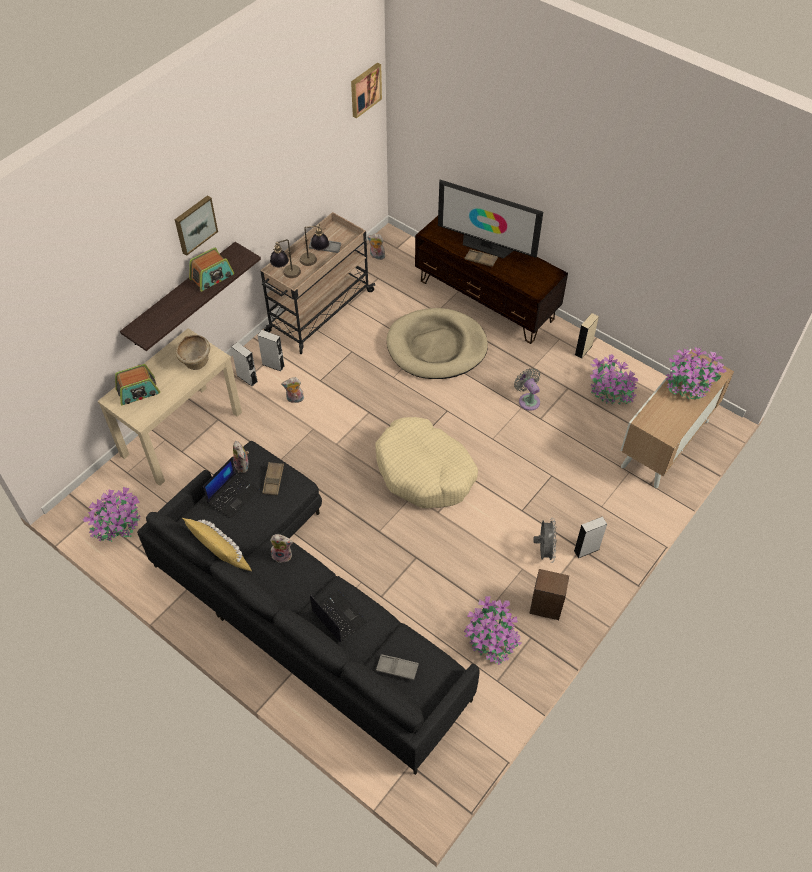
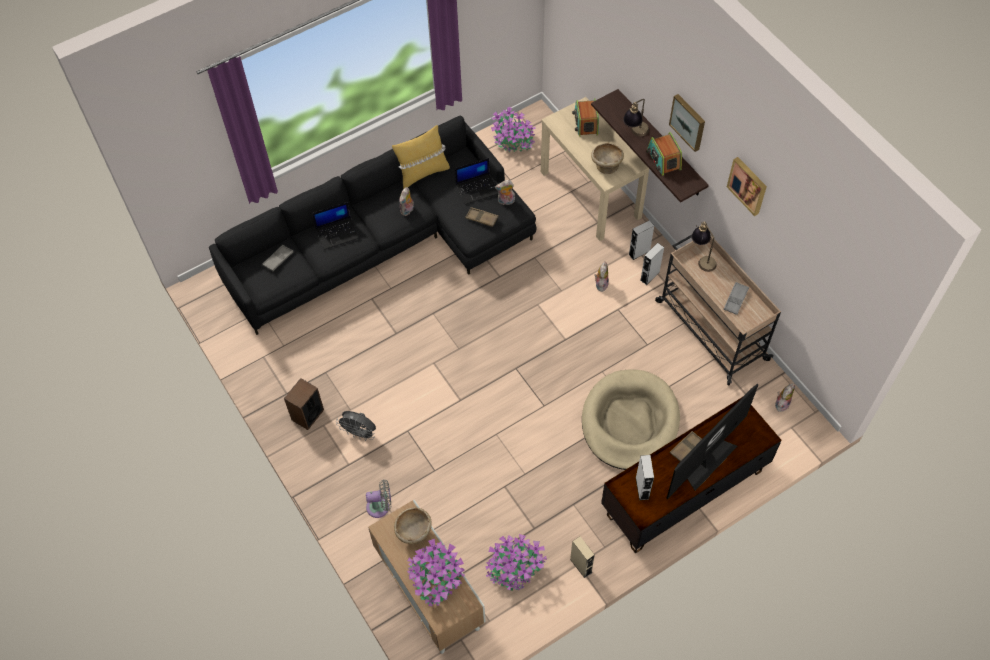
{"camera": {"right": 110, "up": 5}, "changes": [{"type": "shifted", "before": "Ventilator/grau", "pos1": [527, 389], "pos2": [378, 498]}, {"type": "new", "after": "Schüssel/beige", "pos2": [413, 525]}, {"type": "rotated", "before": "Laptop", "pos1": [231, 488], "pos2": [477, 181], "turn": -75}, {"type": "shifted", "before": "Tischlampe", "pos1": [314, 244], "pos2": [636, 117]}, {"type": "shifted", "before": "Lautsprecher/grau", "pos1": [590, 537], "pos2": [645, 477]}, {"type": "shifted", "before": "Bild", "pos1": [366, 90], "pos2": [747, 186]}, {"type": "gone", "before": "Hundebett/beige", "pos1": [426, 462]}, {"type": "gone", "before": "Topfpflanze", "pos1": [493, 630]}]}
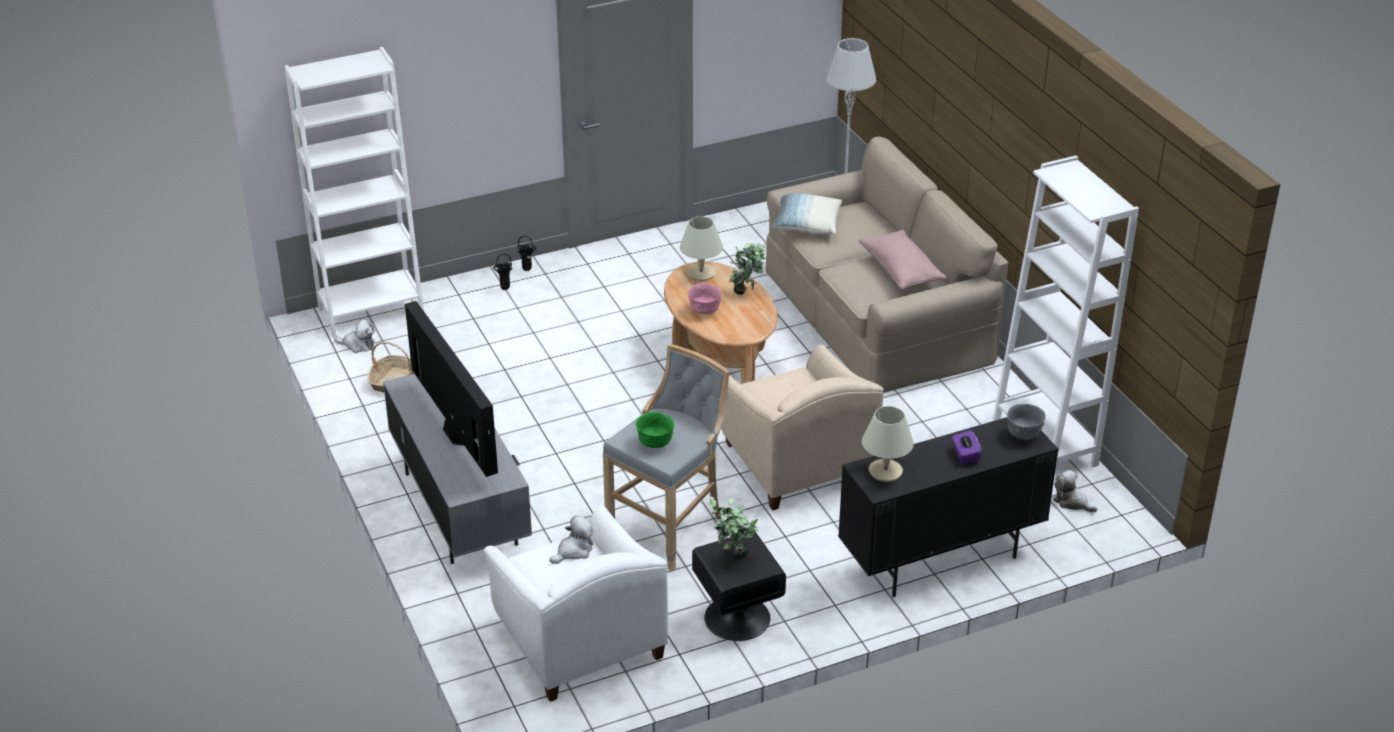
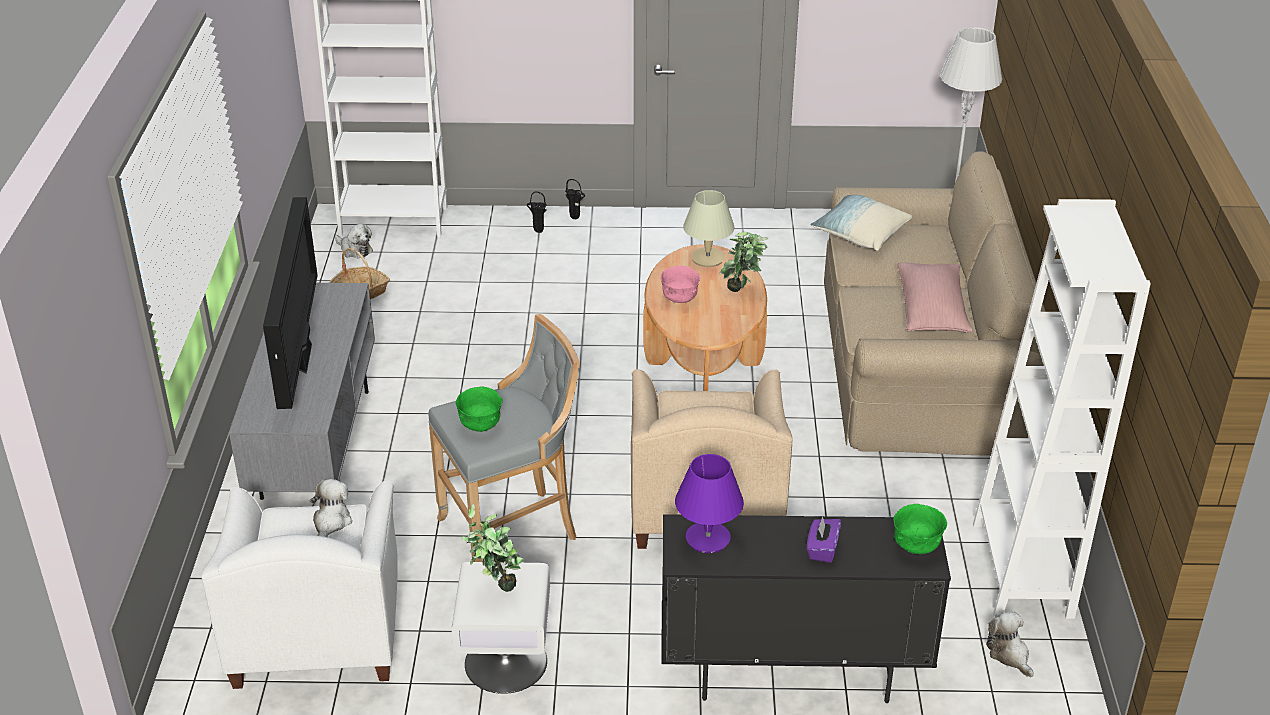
{"camera": {"right": 25, "up": 0}, "changes": [{"type": "rotated", "before": "Plüschtier", "pos1": [571, 539], "pos2": [331, 508], "turn": -60}, {"type": "repainted", "before": "Nachttisch/schwarz", "after": "Nachttisch/weiß", "pos1": [739, 586], "pos2": [501, 628]}, {"type": "repainted", "before": "Tischlampe/beige", "after": "Tischlampe/lila", "pos1": [888, 444], "pos2": [709, 503]}, {"type": "repainted", "before": "Schüssel/grau", "after": "Schüssel/grün", "pos1": [1026, 422], "pos2": [920, 529]}]}
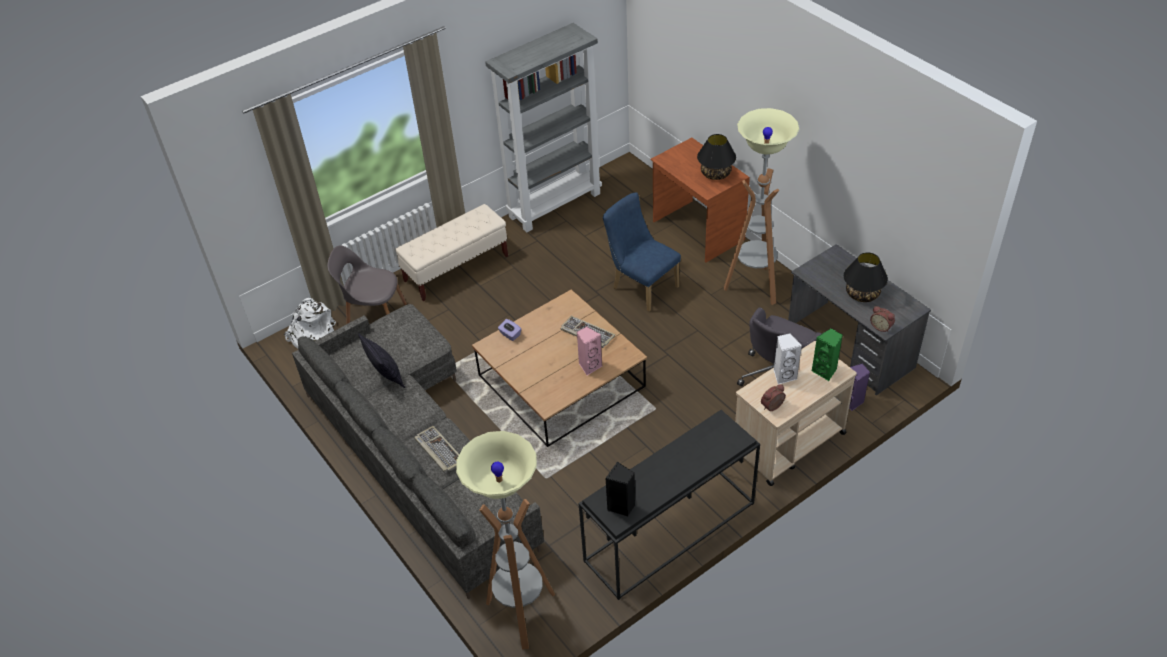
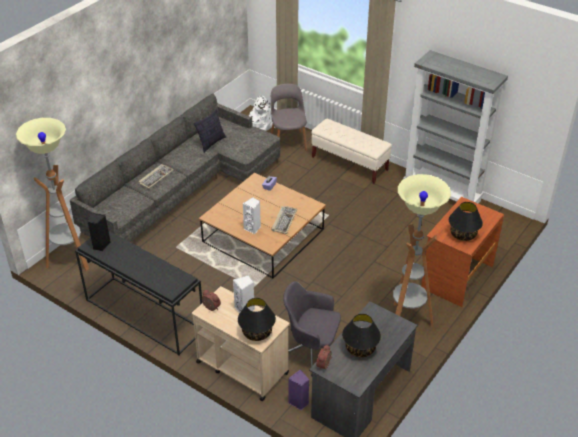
{"camera": {"right": 70, "up": -5}, "changes": [{"type": "swapped", "before": "Lautsprecher/grün", "after": "Tischlampe/schwarz", "pos1": [827, 354], "pos2": [257, 319]}, {"type": "repainted", "before": "Lautsprecher/rosa", "after": "Lautsprecher/weiß", "pos1": [589, 351], "pos2": [251, 215]}, {"type": "gone", "before": "Stuhl/blau", "pos1": [642, 251]}]}
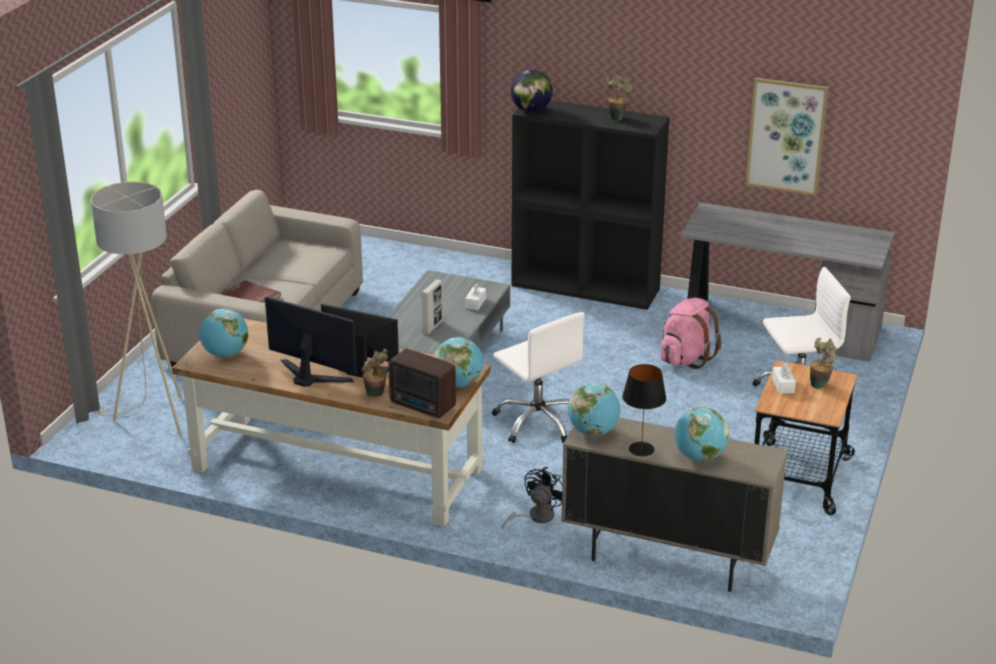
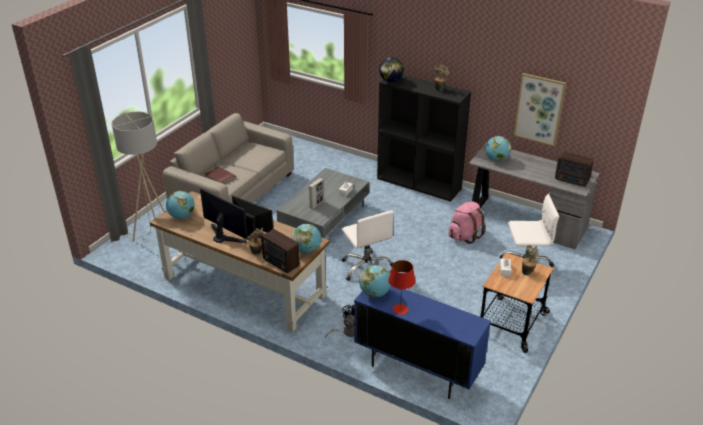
{"camera": {"right": 10, "up": 5}, "changes": [{"type": "repainted", "before": "Schrank/beige", "after": "Schrank/blau", "pos1": [674, 504], "pos2": [422, 342]}, {"type": "repainted", "before": "Tischlampe/schwarz", "after": "Tischlampe/rot", "pos1": [644, 410], "pos2": [402, 287]}, {"type": "shifted", "before": "Globus", "pos1": [701, 434], "pos2": [498, 148]}, {"type": "new", "after": "Radio", "pos2": [574, 169]}]}
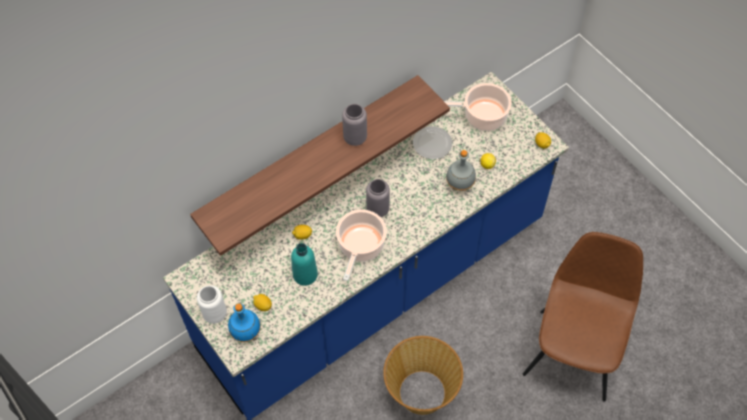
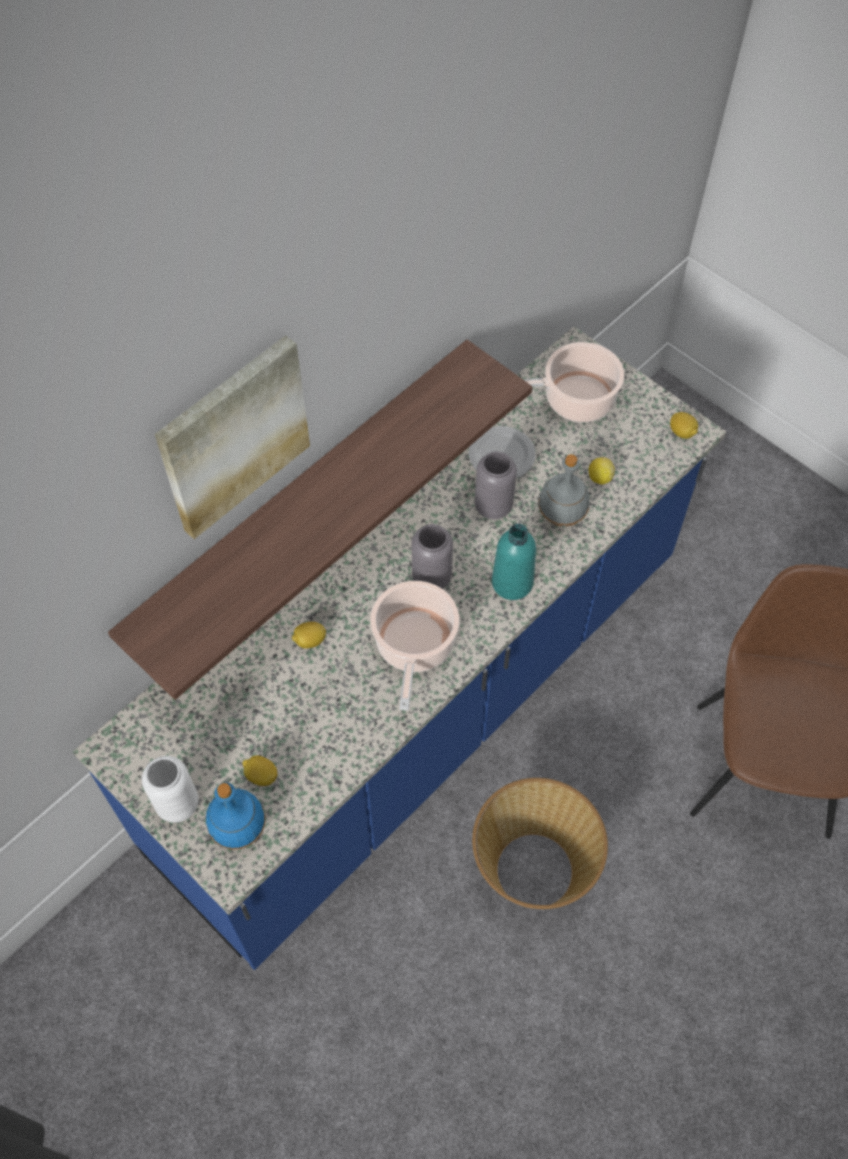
{"camera": {"right": -10, "up": 0}, "changes": [{"type": "new", "after": "Bild", "pos2": [232, 437]}, {"type": "shifted", "before": "Vase/grau", "pos1": [354, 125], "pos2": [496, 485]}, {"type": "shifted", "before": "Flasche/türkis", "pos1": [304, 264], "pos2": [514, 562]}]}
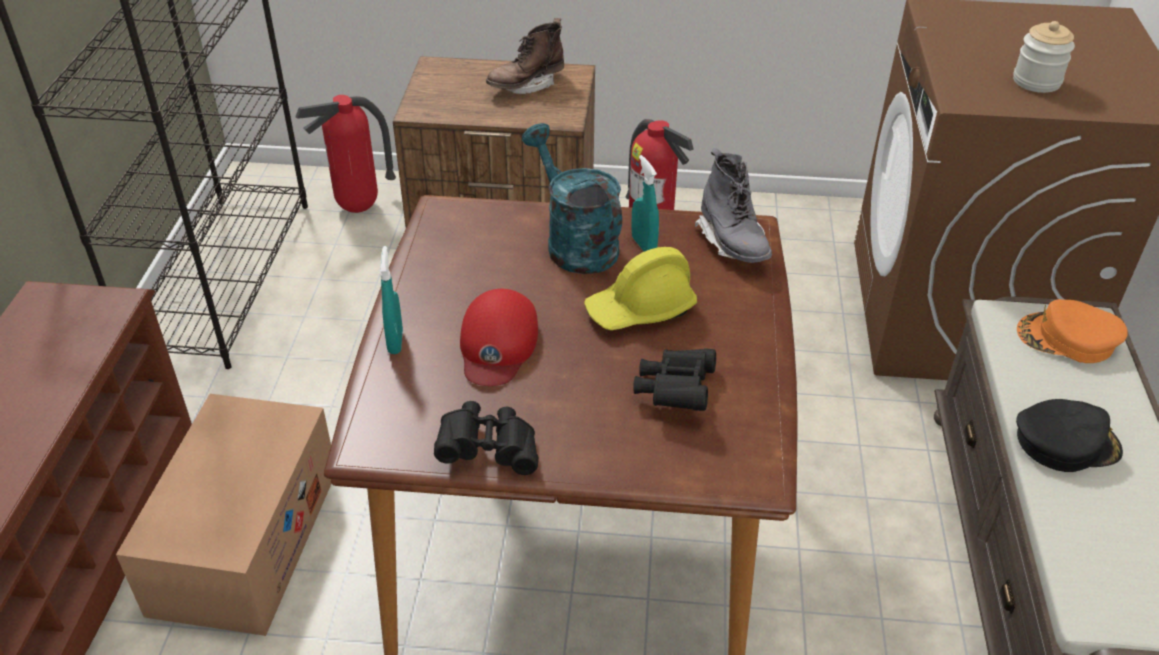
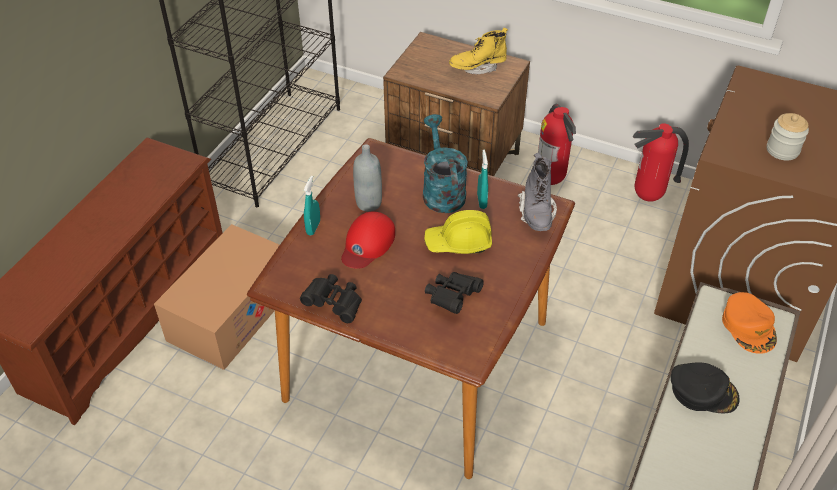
{"camera": {"right": 20, "up": 5}, "changes": [{"type": "new", "after": "Flasche/grau", "pos2": [367, 177]}, {"type": "repainted", "before": "Stiefel/braun", "after": "Stiefel/gelb", "pos1": [525, 56], "pos2": [478, 51]}, {"type": "shifted", "before": "Feuerlöscher", "pos1": [345, 154], "pos2": [660, 162]}, {"type": "rotated", "before": "Kappe/orange", "pos1": [1072, 331], "pos2": [749, 323], "turn": -135}]}
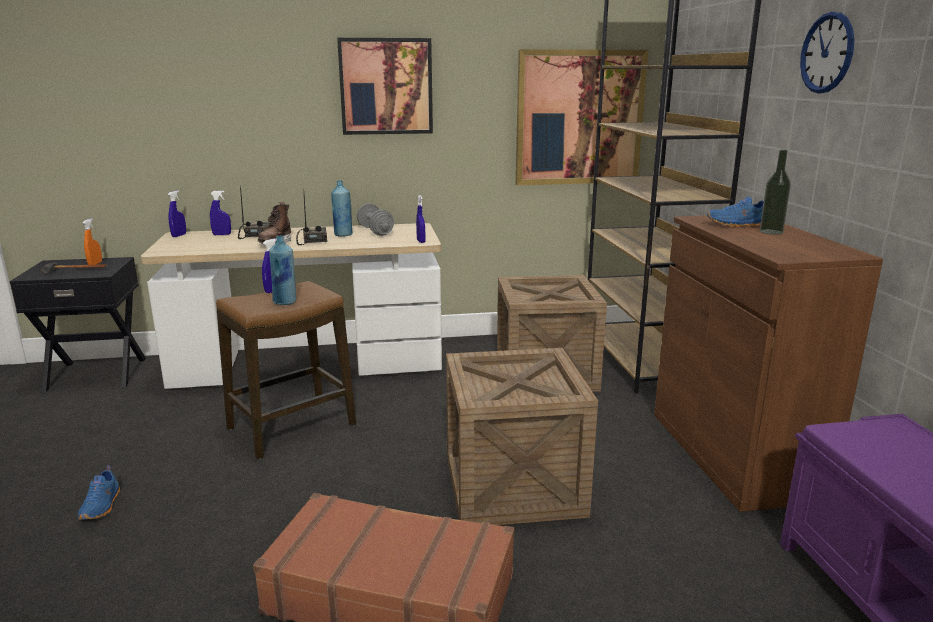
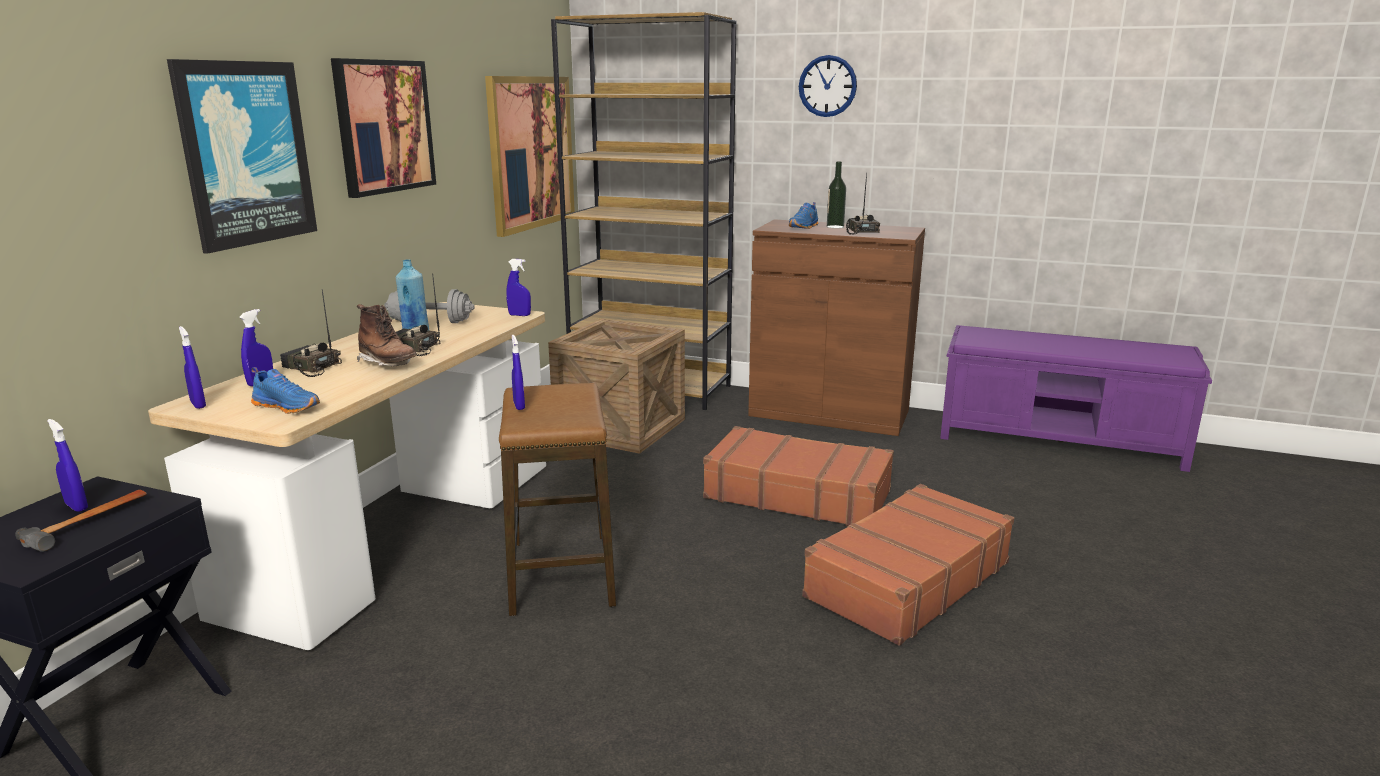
{"camera": {"right": -60, "up": 0}, "changes": [{"type": "repainted", "before": "Sprühflasche/orange", "after": "Sprühflasche/blau", "pos1": [92, 241], "pos2": [67, 465]}, {"type": "new", "after": "Bild", "pos2": [242, 156]}, {"type": "shifted", "before": "Schuh/blau", "pos1": [99, 492], "pos2": [285, 390]}, {"type": "swapped", "before": "Kiste", "after": "Koffer/braun", "pos1": [522, 436], "pos2": [798, 476]}, {"type": "new", "after": "Radio", "pos2": [863, 204]}, {"type": "gone", "before": "Flasche/blau", "pos1": [282, 270]}]}
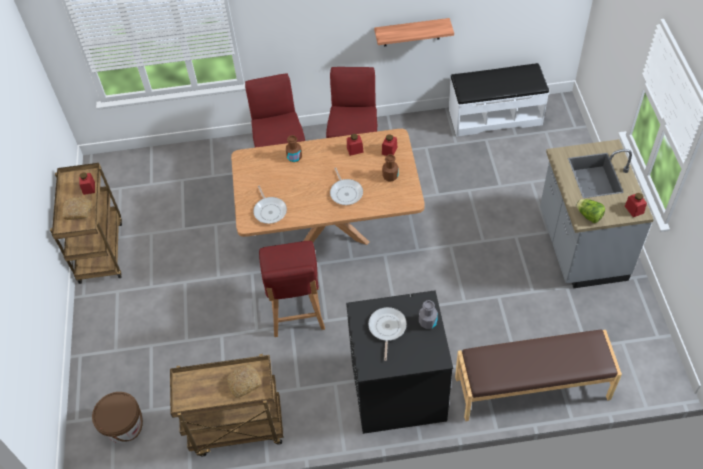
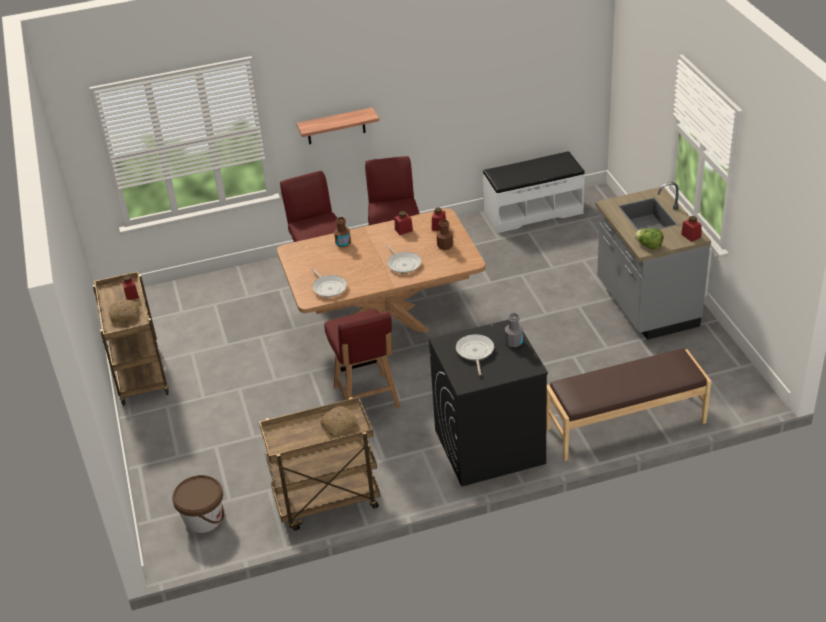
{"camera": {"right": -10, "up": -15}, "changes": [{"type": "shifted", "before": "Wandregal", "pos1": [414, 32], "pos2": [337, 125]}]}
